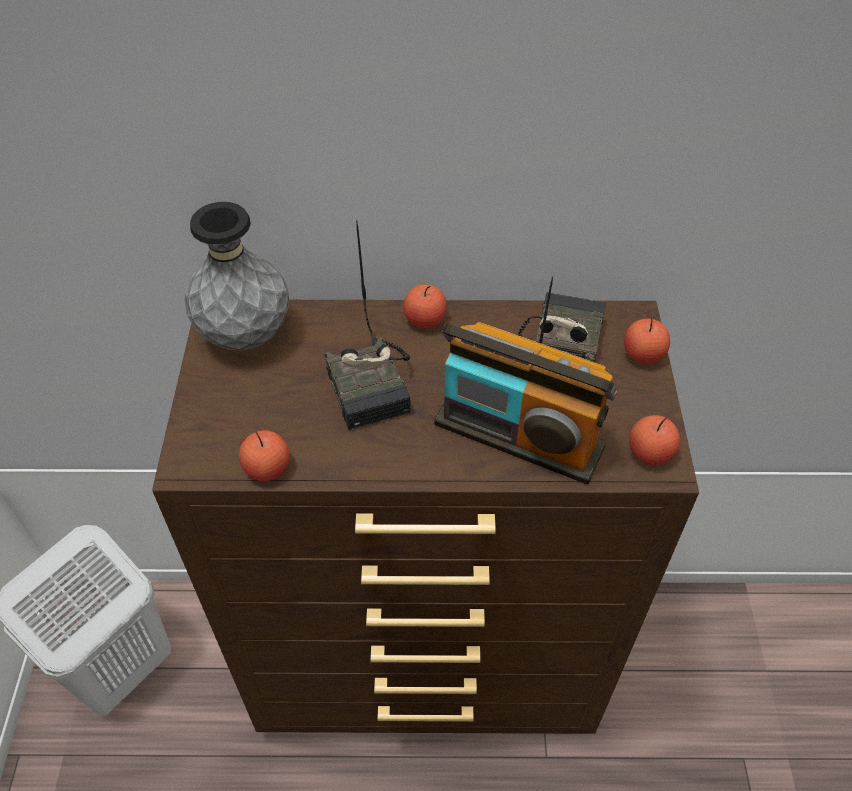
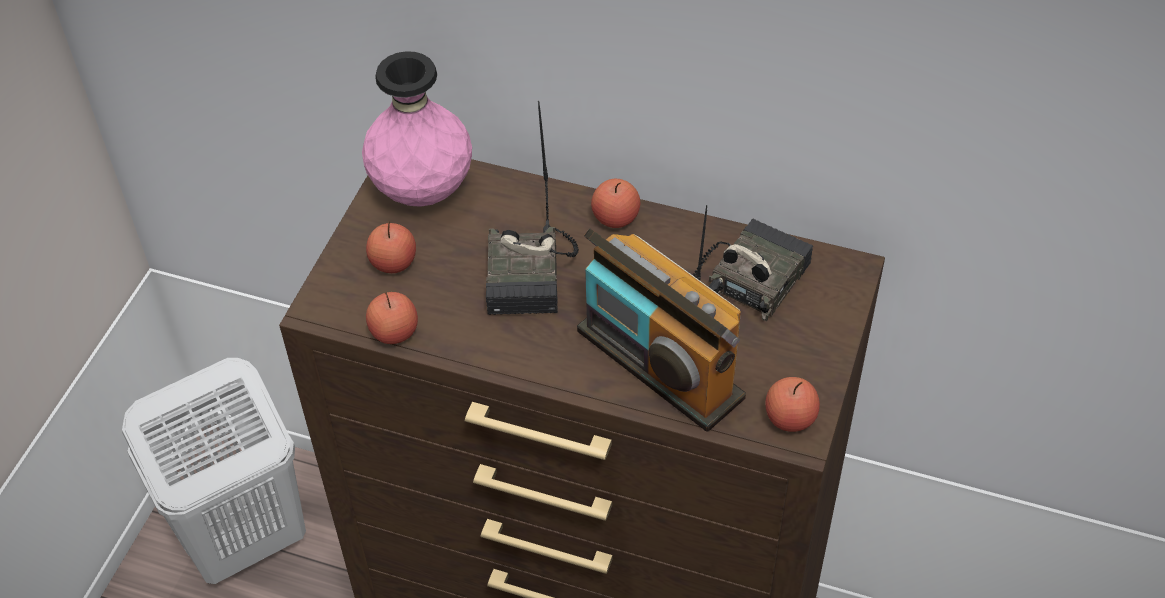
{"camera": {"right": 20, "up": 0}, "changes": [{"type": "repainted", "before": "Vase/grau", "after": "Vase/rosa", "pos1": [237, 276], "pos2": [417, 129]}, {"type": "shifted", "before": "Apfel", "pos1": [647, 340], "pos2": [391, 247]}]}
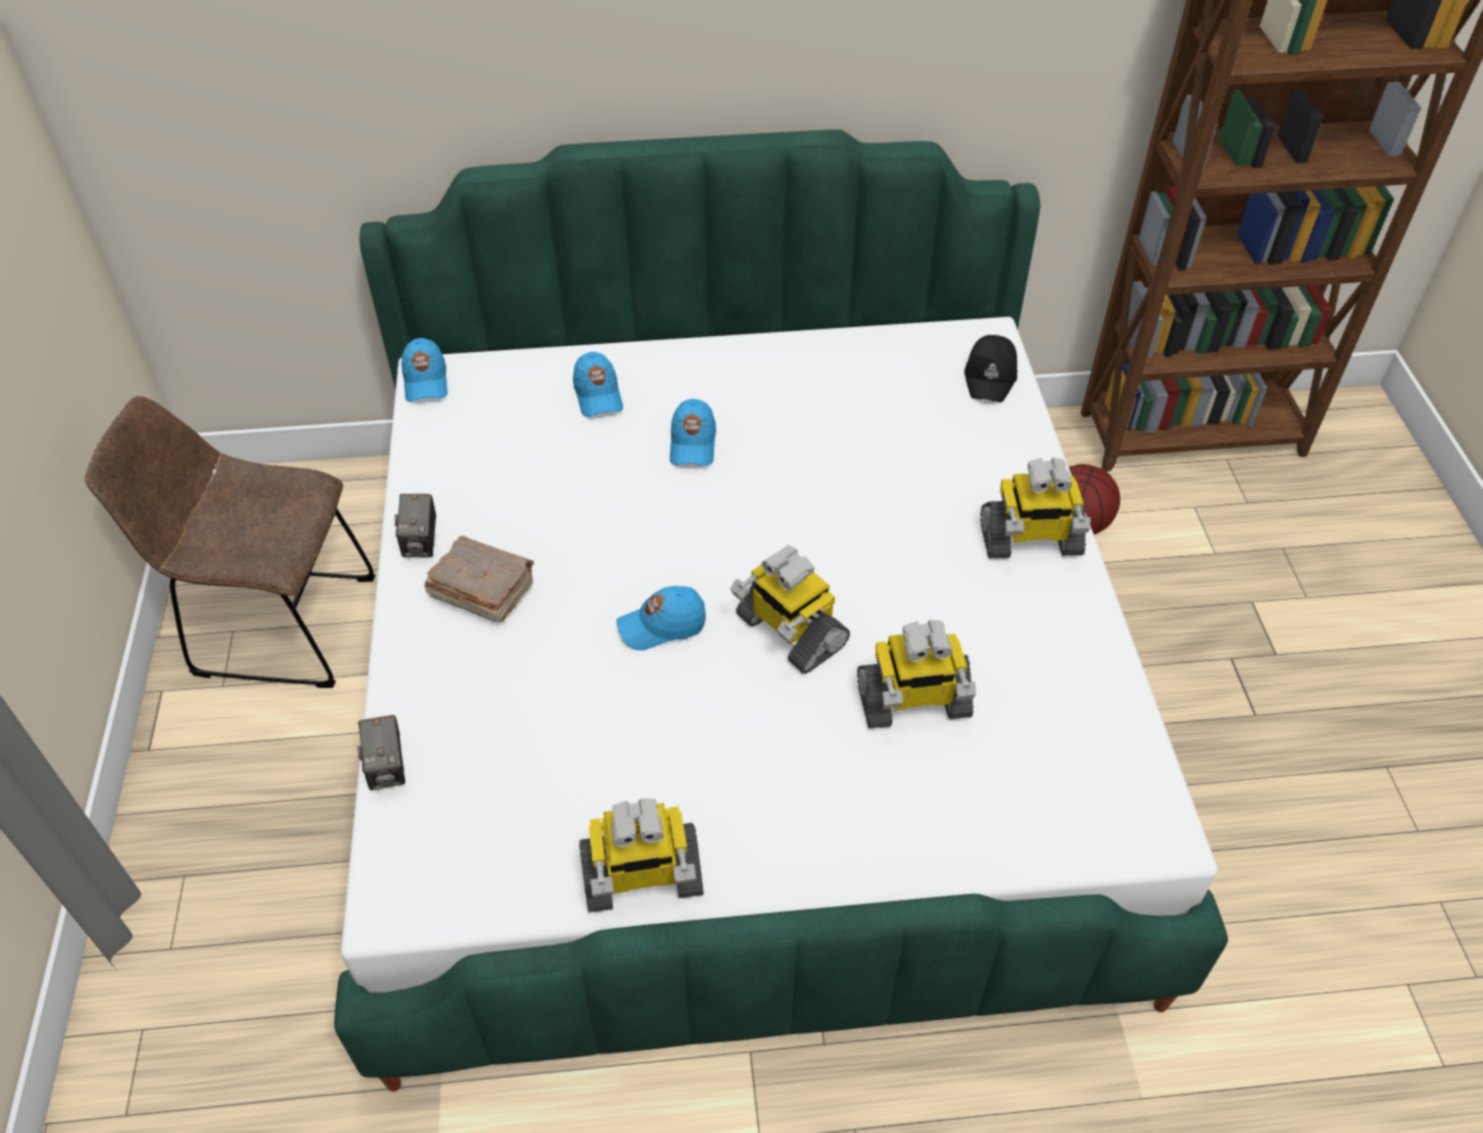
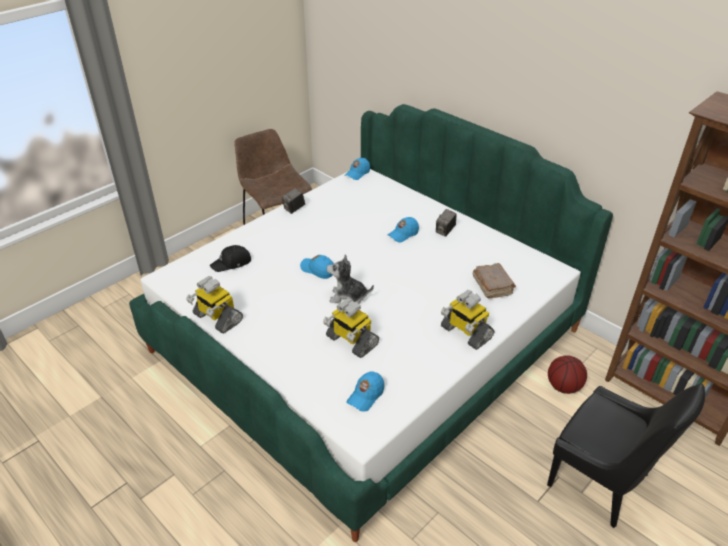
{"camera": {"right": 50, "up": -10}, "changes": [{"type": "shifted", "before": "Kappe/schwarz", "pos1": [990, 368], "pos2": [230, 258]}, {"type": "swapped", "before": "Spielzeugroboter", "after": "Plüschtier", "pos1": [790, 609], "pos2": [350, 279]}, {"type": "shifted", "before": "Kappe/blau", "pos1": [598, 384], "pos2": [365, 391]}, {"type": "shifted", "before": "Kamera", "pos1": [381, 752], "pos2": [446, 223]}, {"type": "shifted", "before": "Buch/braun", "pos1": [479, 579], "pos2": [494, 281]}, {"type": "new", "after": "Stuhl/schwarz", "pos2": [626, 456]}]}
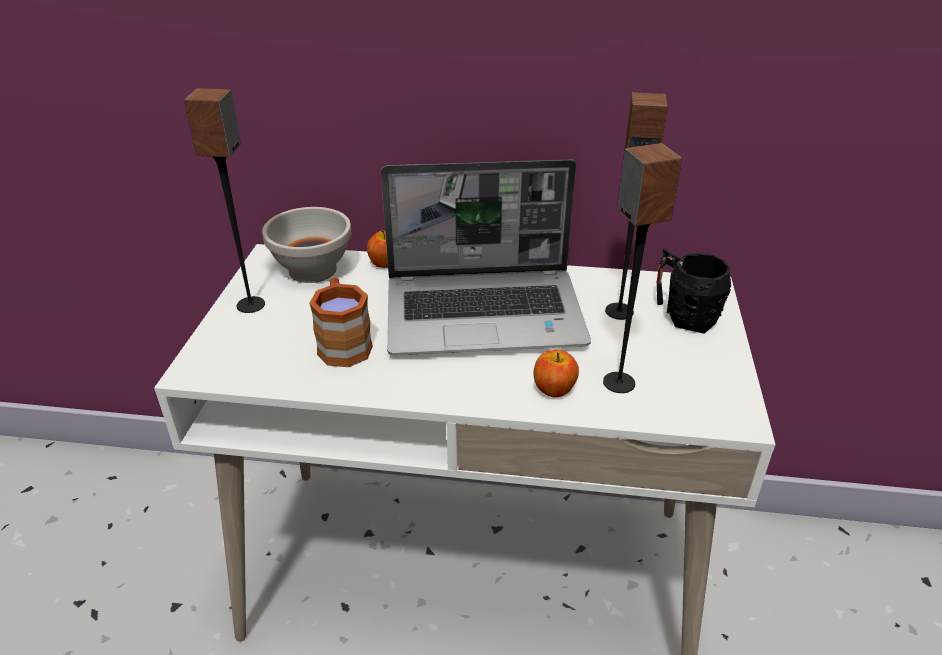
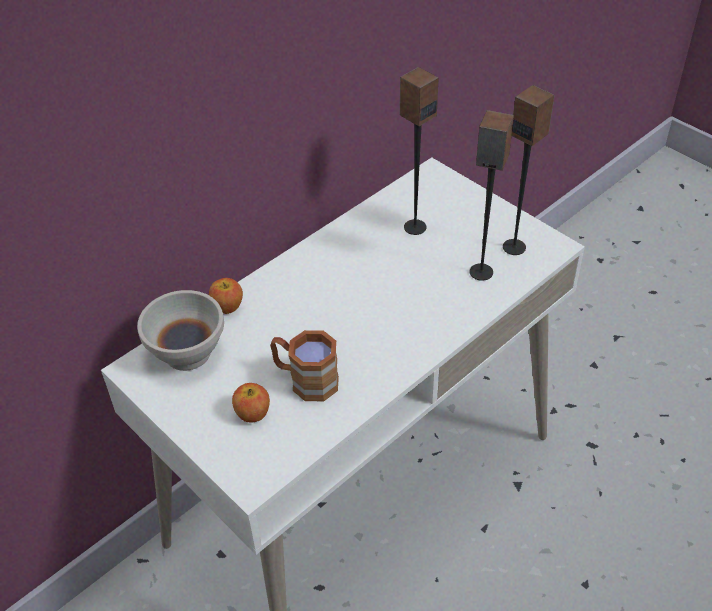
{"camera": {"right": -50, "up": 10}, "changes": [{"type": "shifted", "before": "Apfel", "pos1": [556, 373], "pos2": [251, 402]}, {"type": "shifted", "before": "Lautsprecher", "pos1": [224, 200], "pos2": [529, 170]}, {"type": "gone", "before": "Laptop", "pos1": [486, 257]}, {"type": "gone", "before": "Henkelbecher/schwarz", "pos1": [694, 291]}]}
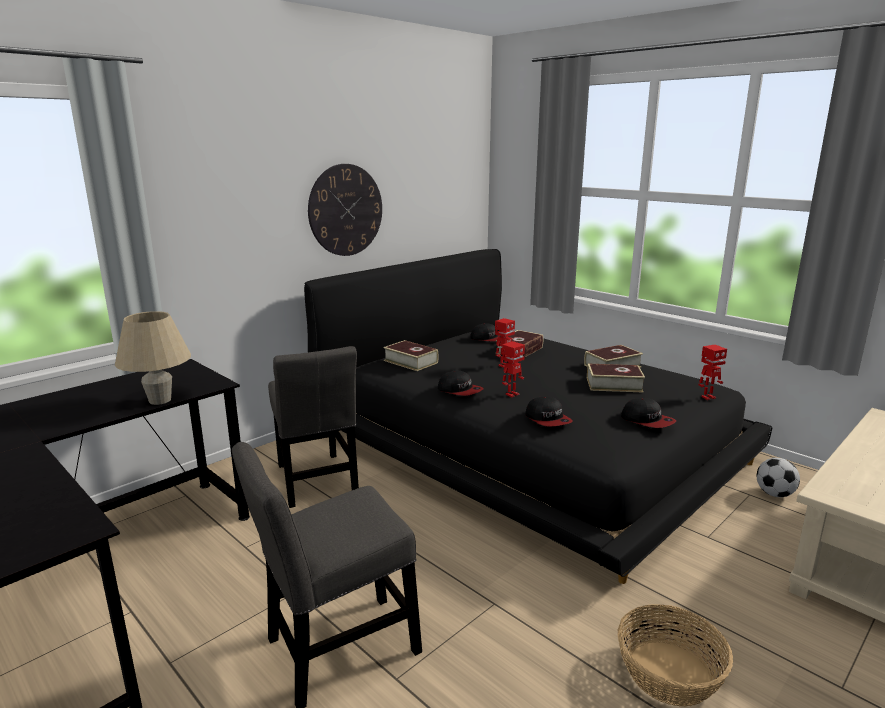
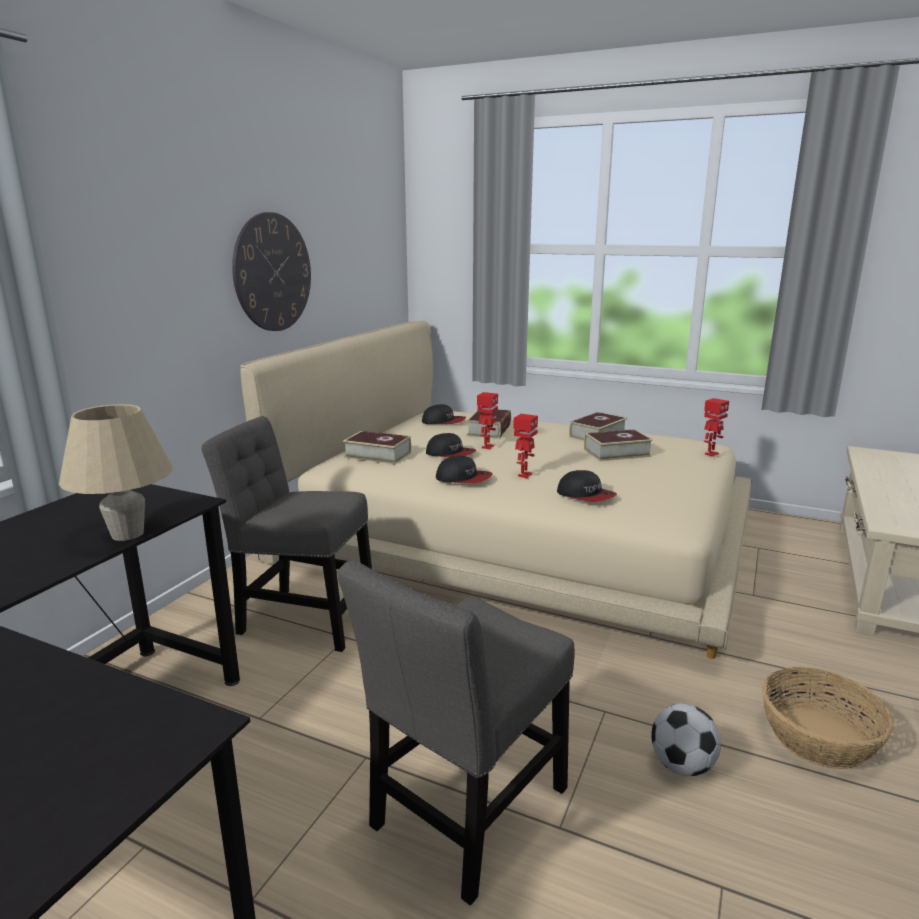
{"camera": {"right": -20, "up": 0}, "changes": [{"type": "rotated", "before": "Stuhl/grau", "pos1": [313, 427], "pos2": [287, 534], "turn": 150}, {"type": "repainted", "before": "Bett/schwarz", "after": "Bett/beige", "pos1": [538, 416], "pos2": [496, 489]}, {"type": "shifted", "before": "Kappe", "pos1": [648, 413], "pos2": [451, 445]}, {"type": "shifted", "before": "Fußball", "pos1": [778, 477], "pos2": [686, 739]}]}
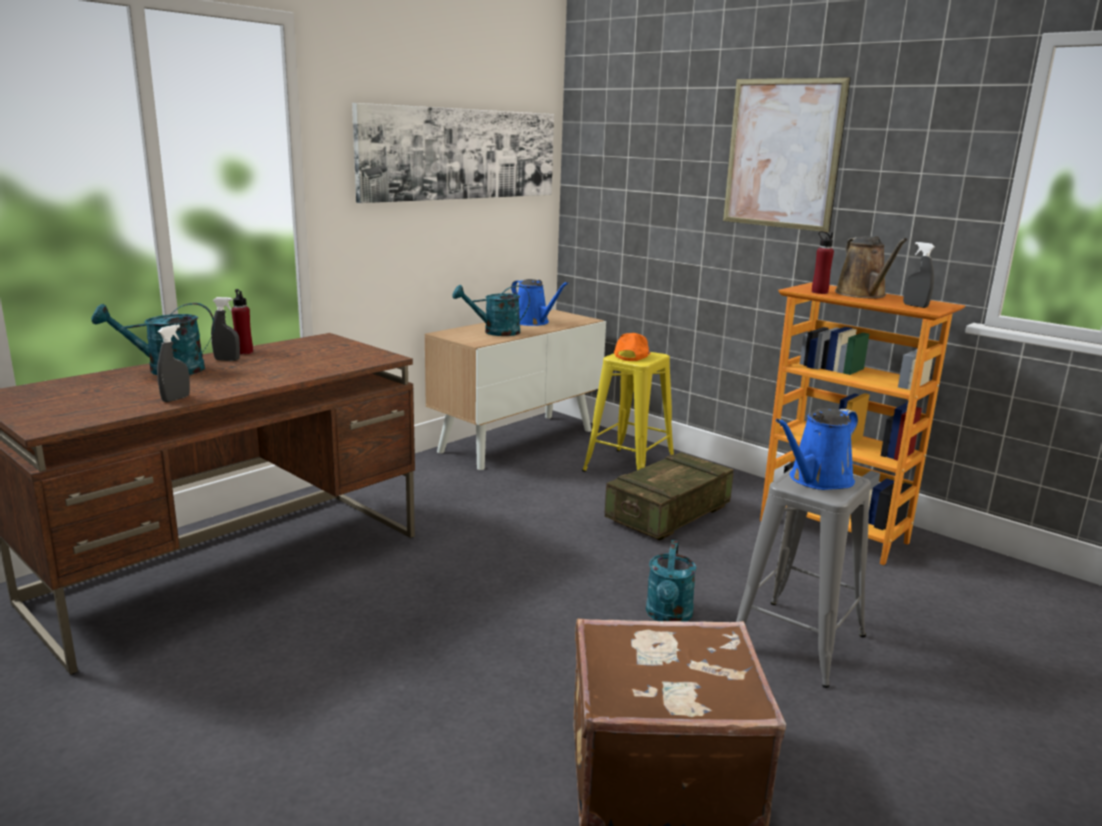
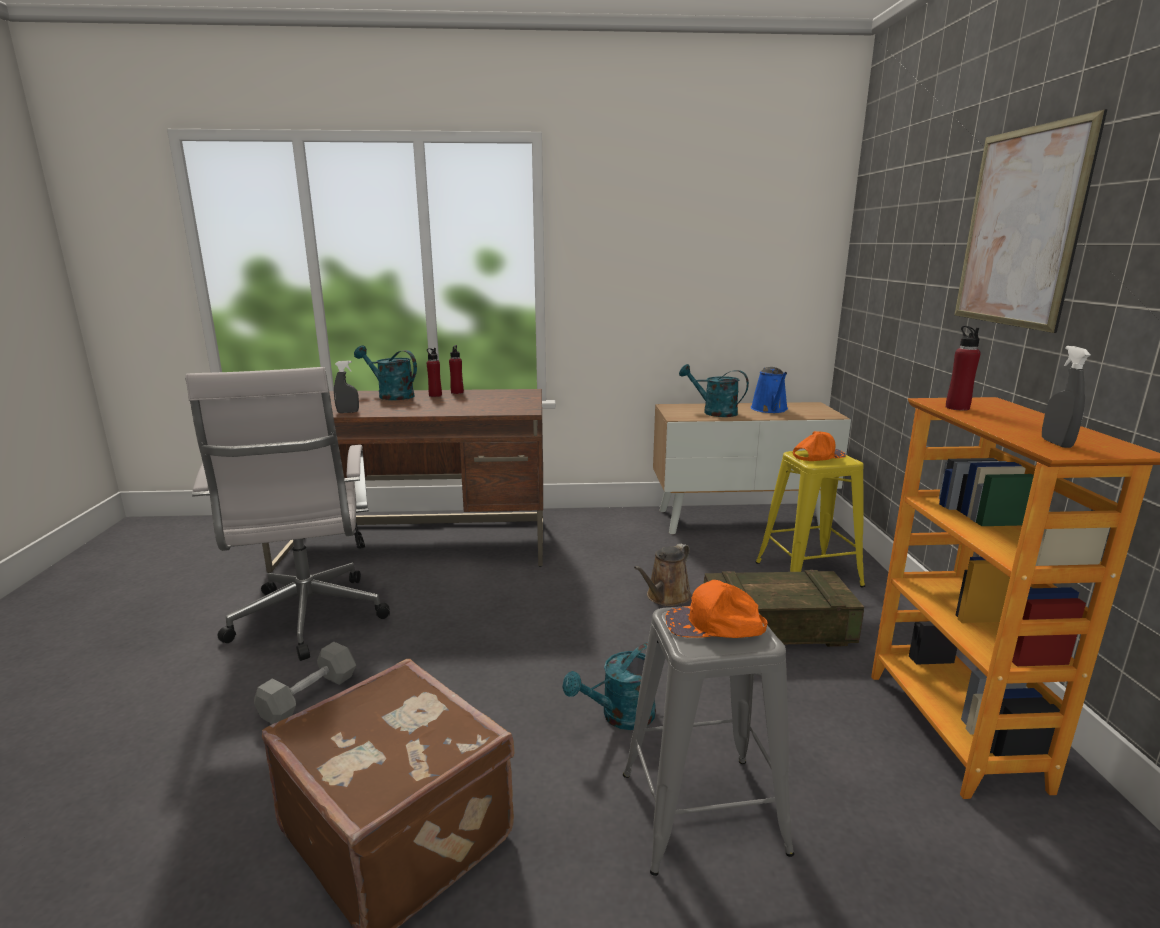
{"camera": {"right": 45, "up": 0}, "changes": [{"type": "new", "after": "Bürostuhl/weiß", "pos2": [287, 514]}, {"type": "new", "after": "Hantel/grau", "pos2": [305, 683]}, {"type": "swapped", "before": "Sprühflasche/grau", "after": "Flasche/rot", "pos1": [225, 329], "pos2": [434, 372]}, {"type": "shifted", "before": "Gießkanne/braun", "pos1": [871, 267], "pos2": [663, 574]}, {"type": "swapped", "before": "Gießkanne/blau", "after": "Kappe/orange", "pos1": [817, 449], "pos2": [716, 609]}, {"type": "gone", "before": "Bild", "pos1": [453, 153]}]}
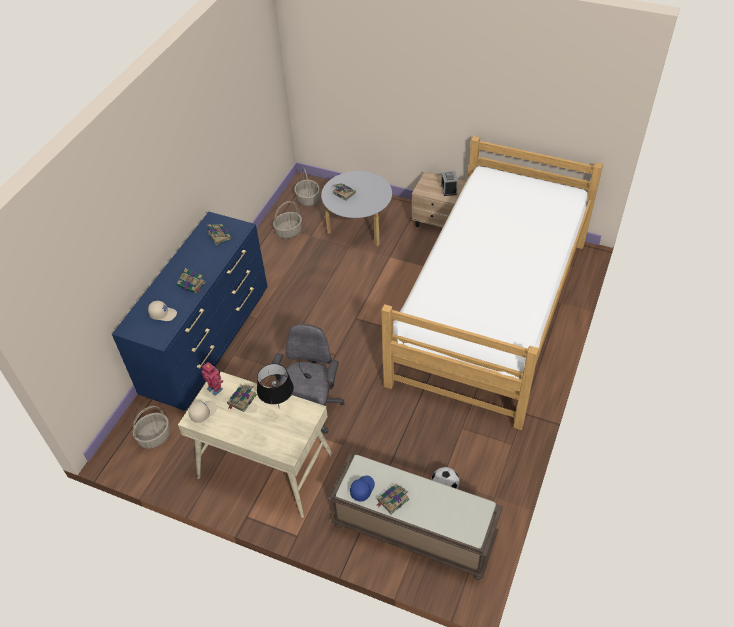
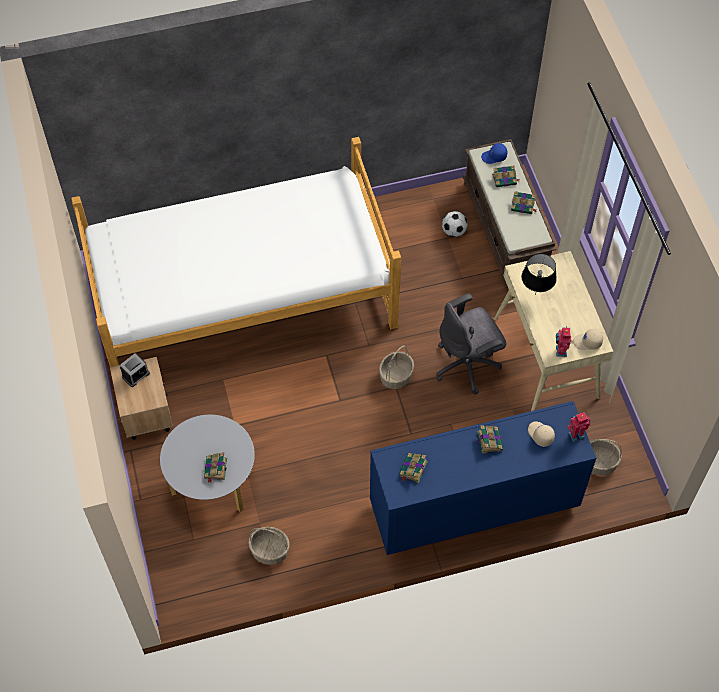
{"camera": {"right": -130, "up": 10}, "changes": [{"type": "shifted", "before": "Korb", "pos1": [307, 187], "pos2": [396, 367]}, {"type": "shifted", "before": "Kappe/blau", "pos1": [362, 488], "pos2": [494, 153]}, {"type": "shifted", "before": "Buch", "pos1": [242, 398], "pos2": [505, 176]}, {"type": "new", "after": "Spielzeugroboter", "pos2": [579, 427]}]}
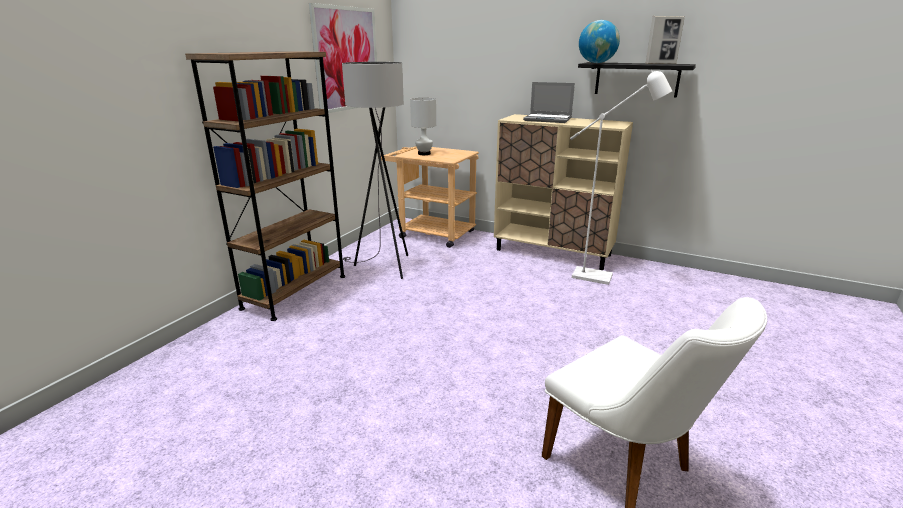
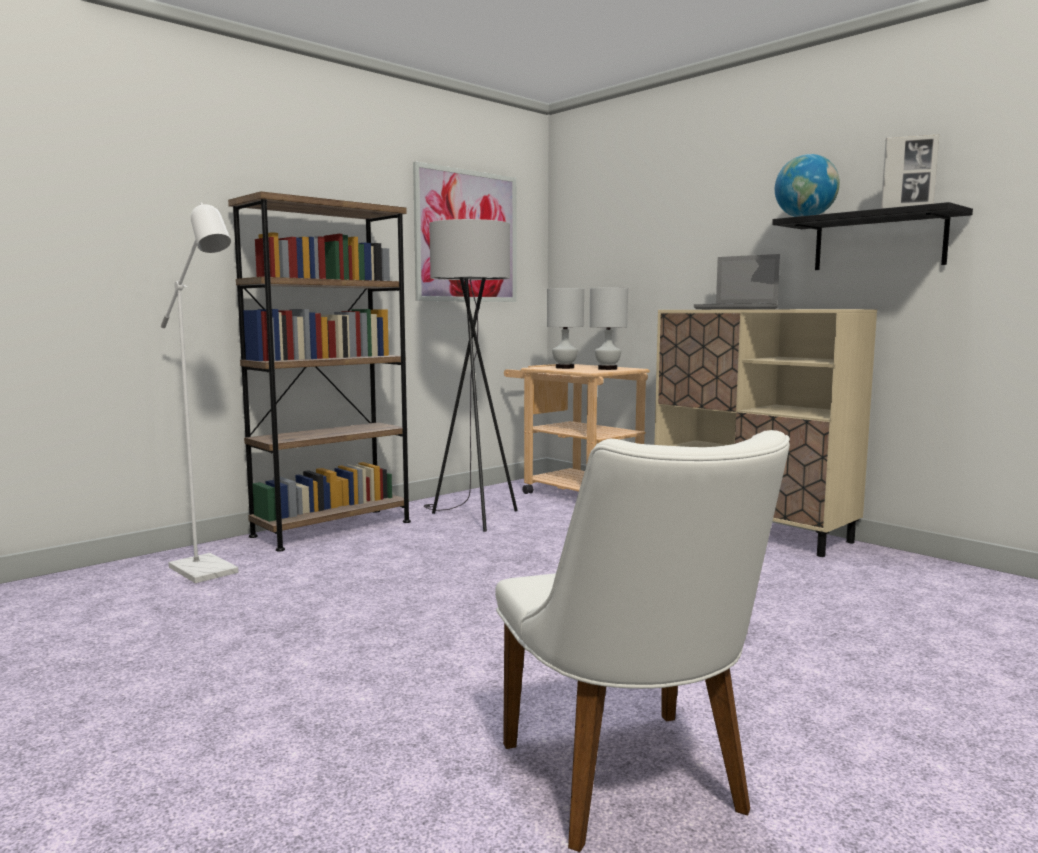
{"camera": {"right": 20, "up": -15}, "changes": [{"type": "shifted", "before": "Stehlampe/weiß", "pos1": [621, 177], "pos2": [199, 393]}, {"type": "new", "after": "Tischlampe/weiß", "pos2": [609, 329]}]}
